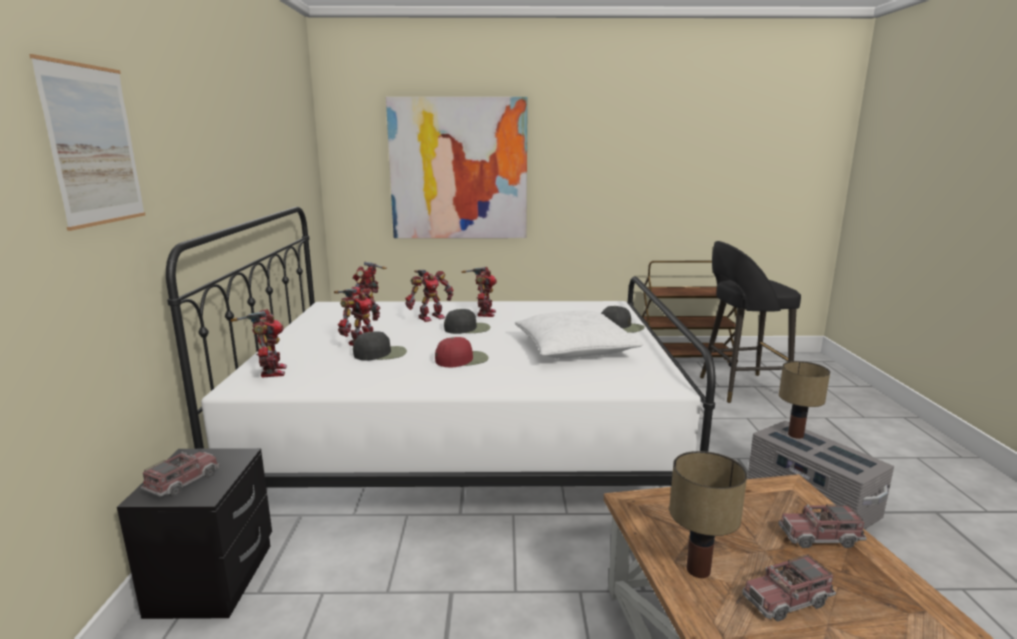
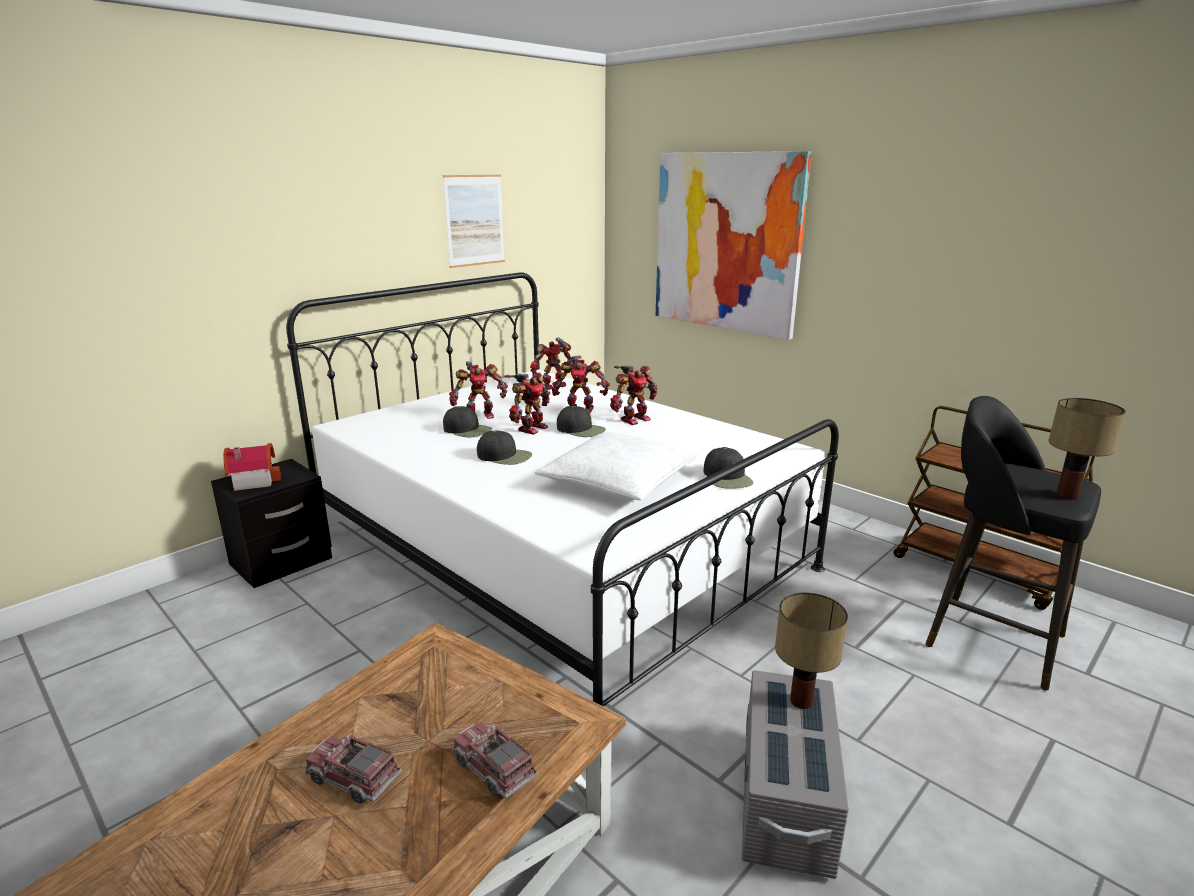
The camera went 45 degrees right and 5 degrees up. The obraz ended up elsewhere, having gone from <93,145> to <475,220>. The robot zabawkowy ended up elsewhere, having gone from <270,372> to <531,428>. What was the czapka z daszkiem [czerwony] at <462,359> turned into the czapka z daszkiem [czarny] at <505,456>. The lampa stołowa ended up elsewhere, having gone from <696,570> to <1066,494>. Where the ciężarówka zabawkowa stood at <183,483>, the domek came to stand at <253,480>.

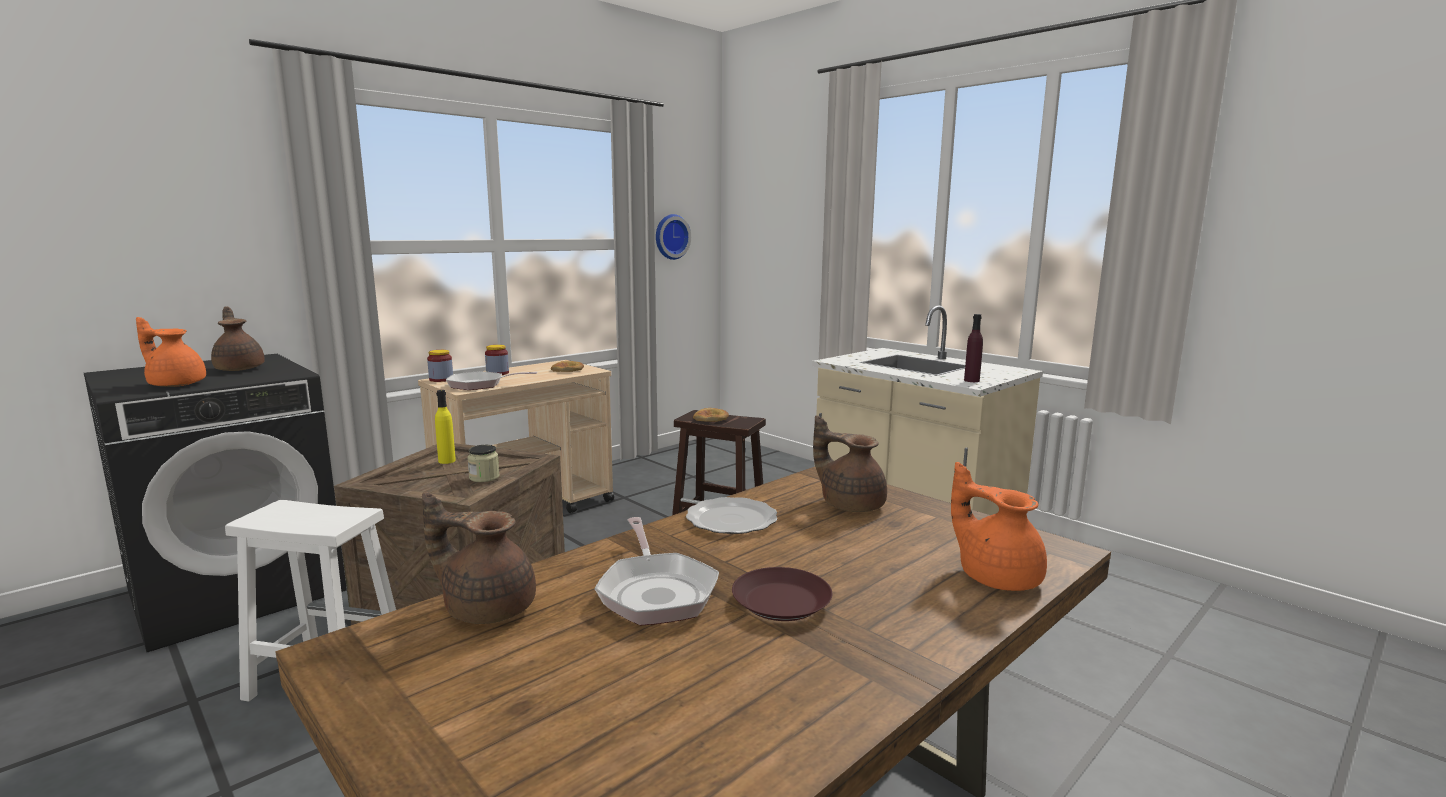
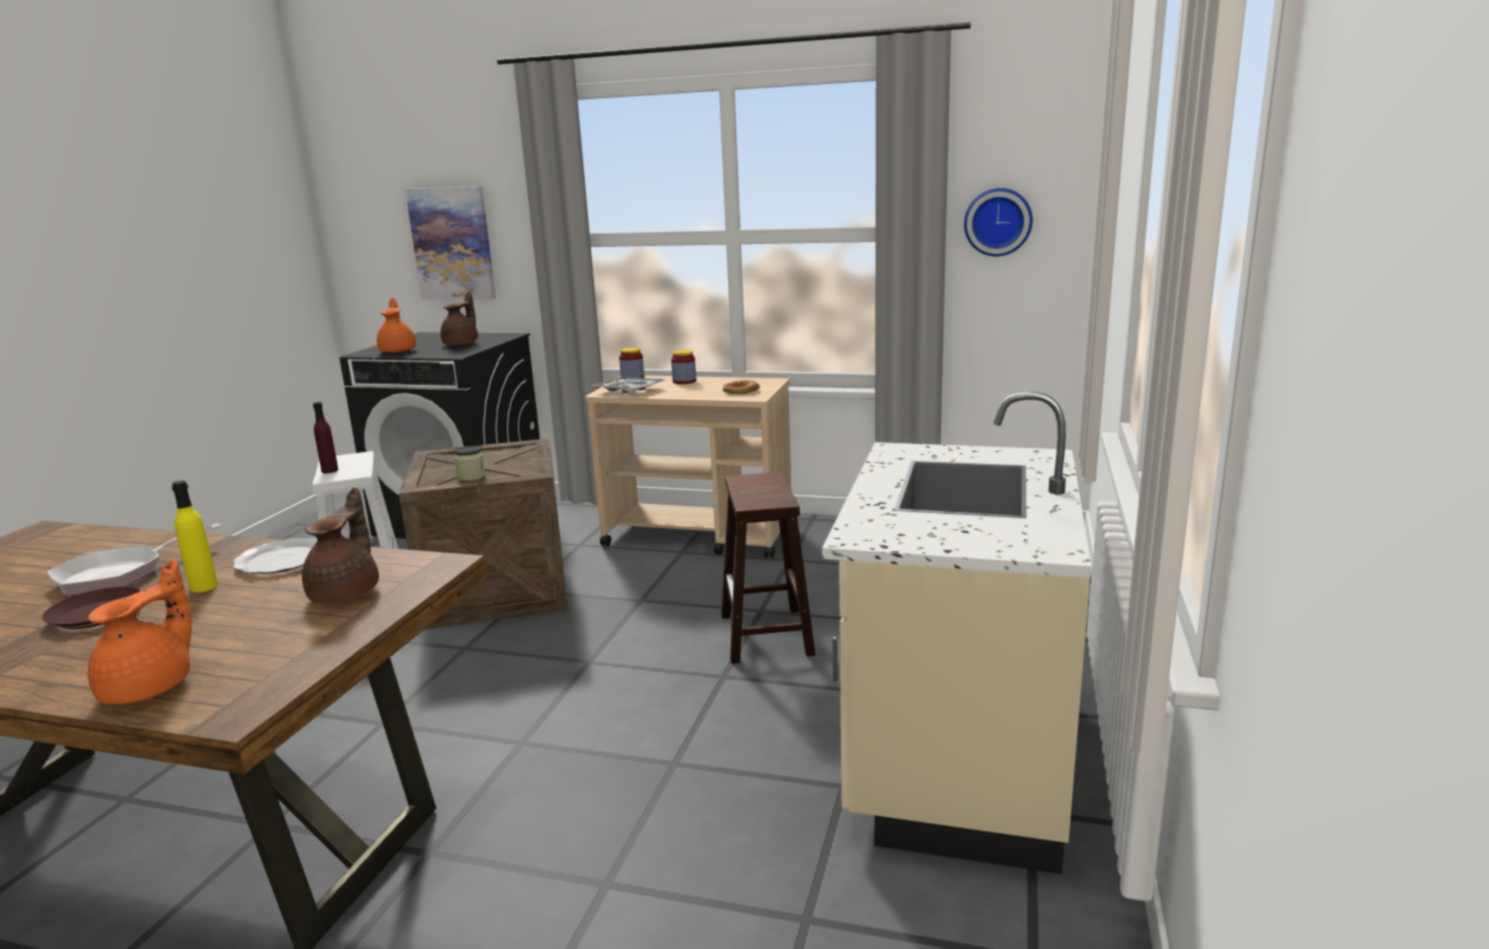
The camera went 60 degrees right and 5 degrees up. The butelka [fioletowy] ended up elsewhere, having gone from <971,380> to <330,470>. Where the patelnia stood at <480,385>, the taca came to stand at <630,391>. The butelka [żółty] ended up elsewhere, having gone from <447,461> to <204,587>. The second view lost the chleb at <711,418>. The second view lost the imbryk [brązowy] at <487,607>. The second view gained the obraz at <452,244>.

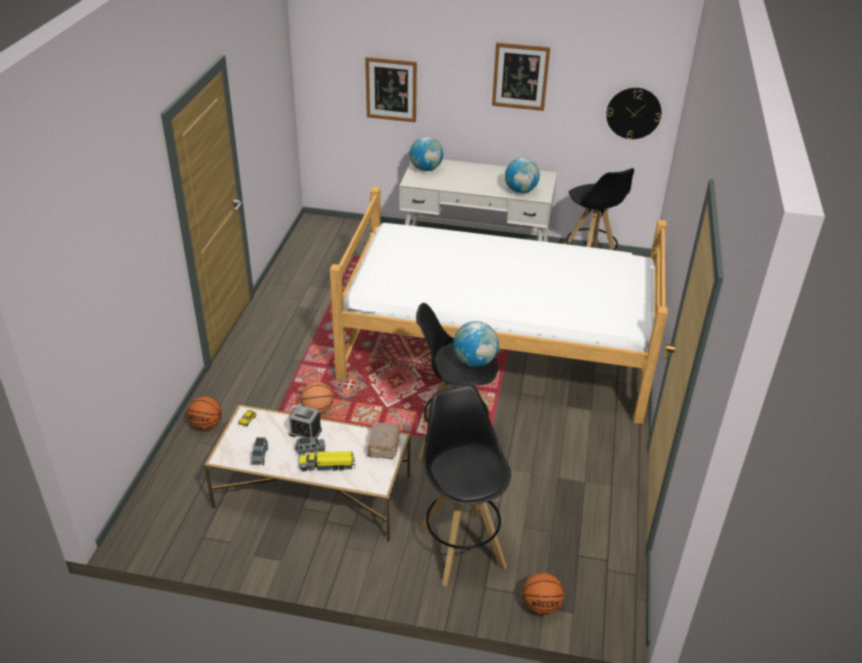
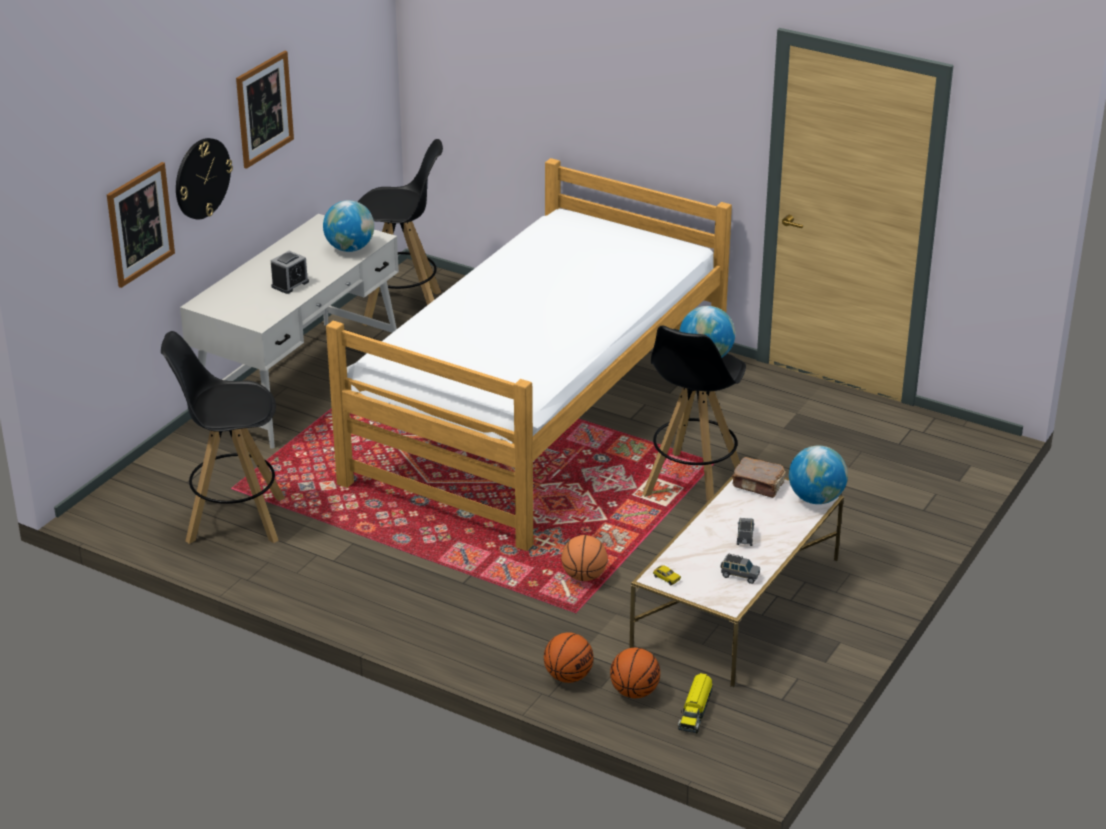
The camera went 70 degrees left and 5 degrees down. The zegar ścienny ended up elsewhere, having gone from <633,113> to <202,178>. The globus ended up elsewhere, having gone from <426,169> to <816,499>. The stołek [czarny] ended up elsewhere, having gone from <461,546> to <234,519>. The budzik ended up elsewhere, having gone from <305,432> to <290,284>. The ciężarówka zabawkowa ended up elsewhere, having gone from <328,465> to <695,710>. The piłka do koszykówki ended up elsewhere, having gone from <541,606> to <634,692>.

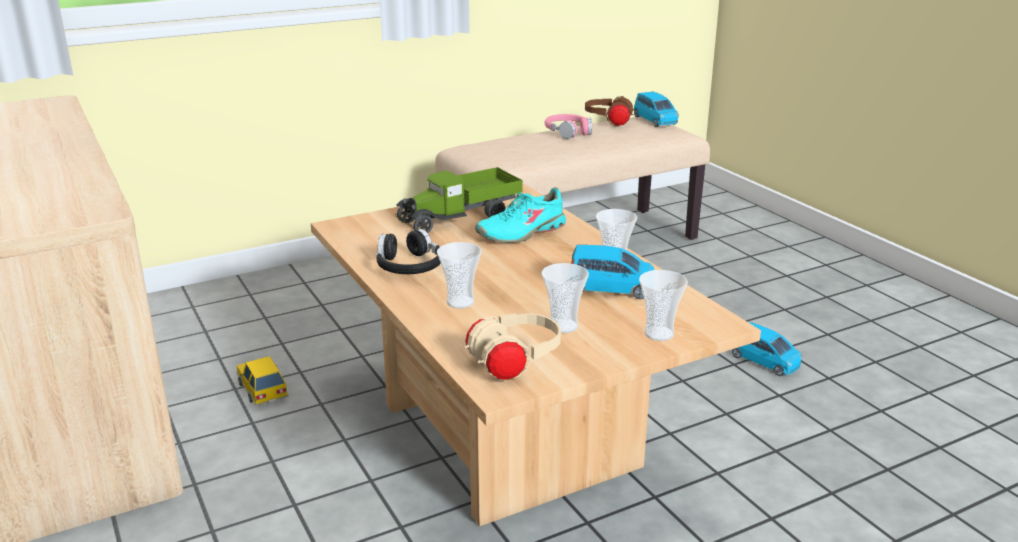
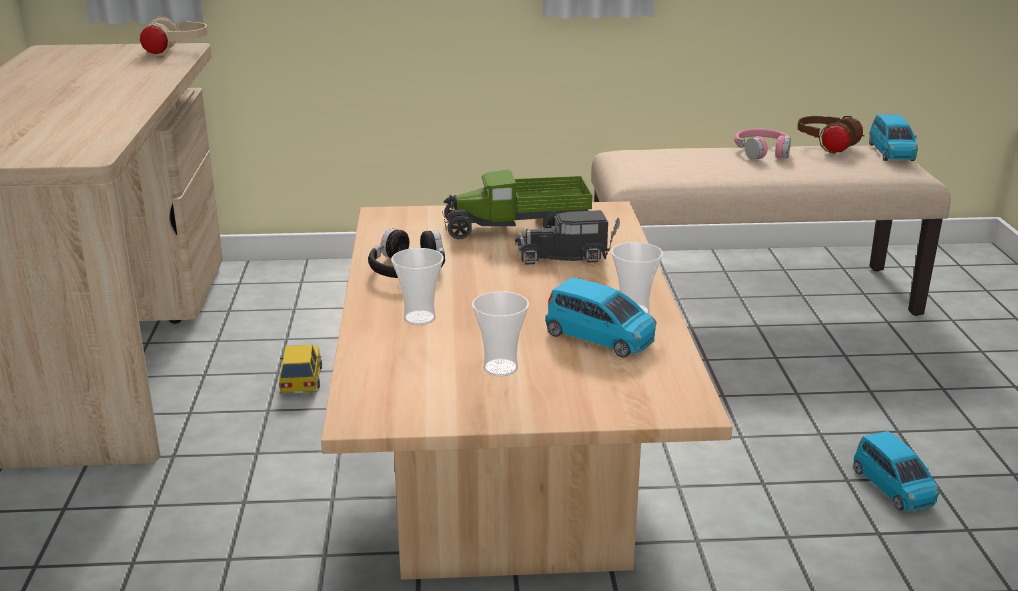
The camera went 25 degrees right and 0 degrees up. Where the but [turkusowy] stood at <521,232>, the ciężarówka zabawkowa came to stand at <566,256>. The second view lost the filiżanka at <659,334>. The słuchawki [beżowy] ended up elsewhere, having gone from <514,364> to <175,52>.

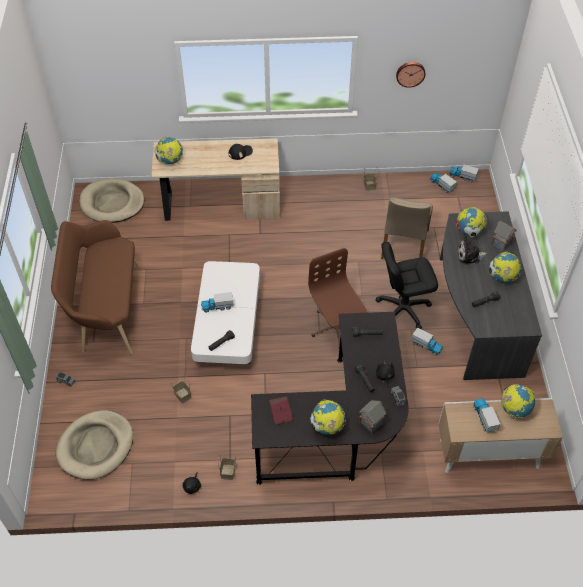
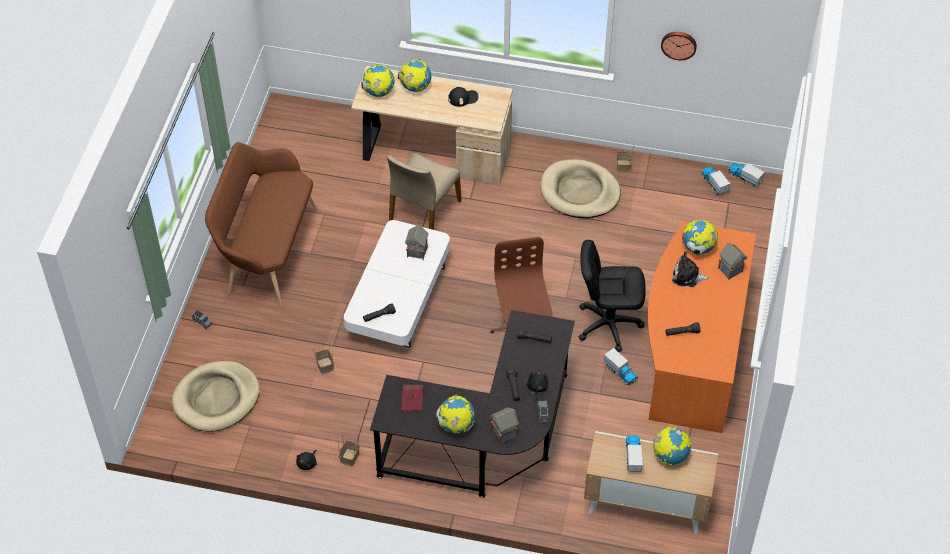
The camera went 15 degrees right and 0 degrees up. The legowisko [beżowy] ended up elsewhere, having gone from <112,203> to <579,192>. The krzesło [beżowy] ended up elsewhere, having gone from <404,244> to <423,212>. What was the biurko [szary] at <475,315> turned into the biurko [pomarańczowy] at <692,350>. The globus ended up elsewhere, having gone from <502,277> to <415,87>. The second view lost the ciężarówka zabawkowa at <217,306>. The second view gained the domek at <417,251>.

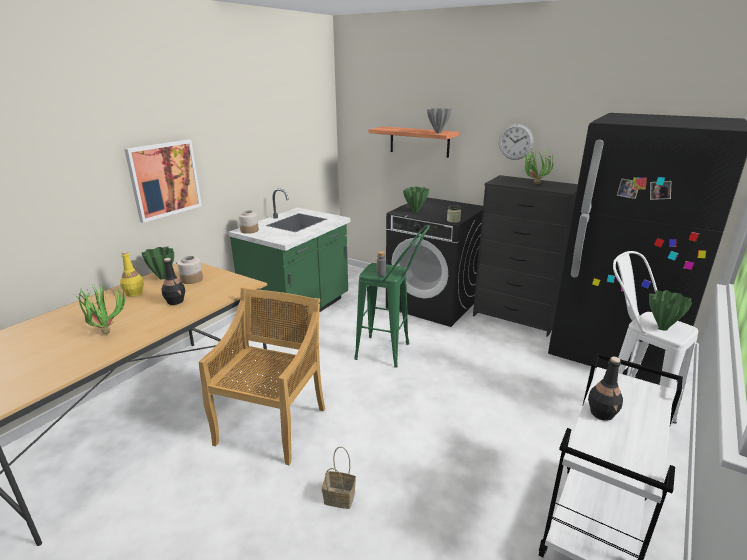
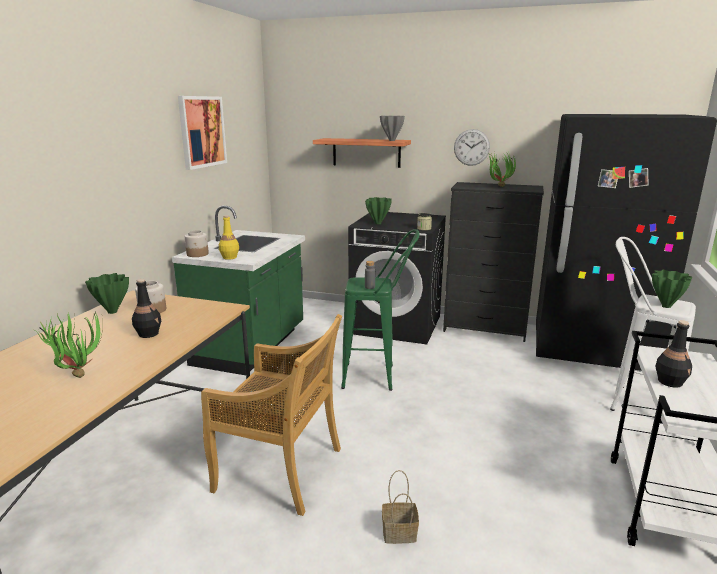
The camera went 15 degrees left and 5 degrees down. The obraz ended up elsewhere, having gone from <164,179> to <202,131>. The butelka [żółty] ended up elsewhere, having gone from <134,293> to <229,257>. The krzesło [beżowy] at <272,424> ended up facing another way, 105 degrees clockwise from before.

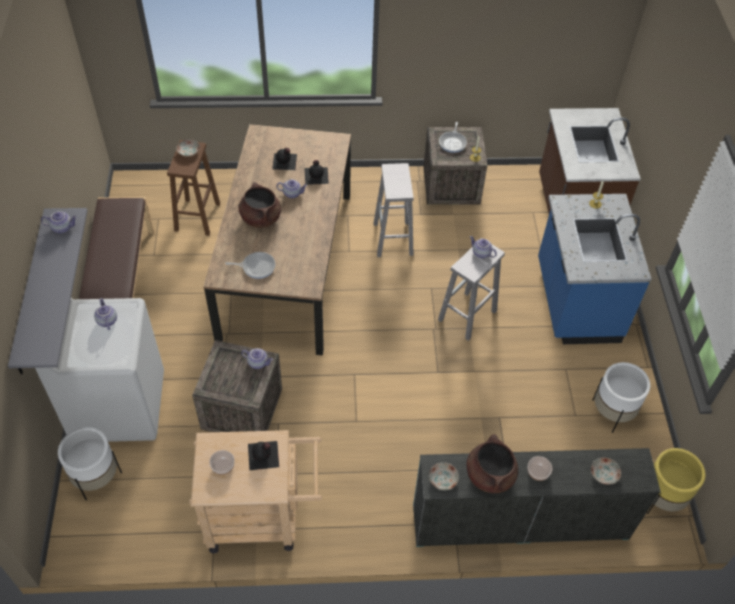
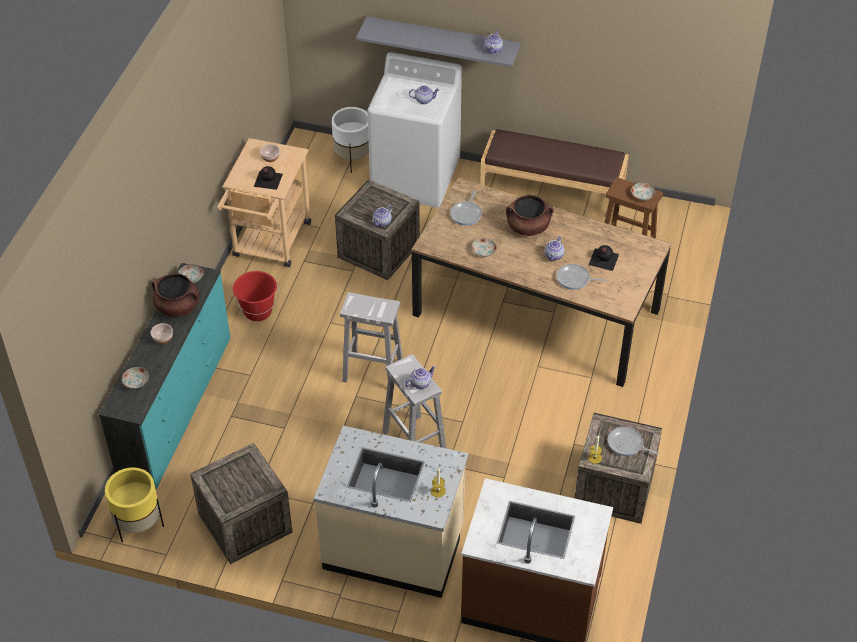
The camera went 110 degrees right and 5 degrees down. Where the butelka [czarny] stood at <316,175>, the patelnia came to stand at <575,279>. The stołek [biały] ended up elsewhere, having gone from <393,239> to <371,371>. What was the zabudowa kuchenna [niebieski] at <575,302> turned into the zabudowa kuchenna [beżowy] at <394,547>. Where the donica [biały] stood at <612,412>, the skrzynka came to stand at <245,523>. The second view gained the talerz at <483,251>. The second view gained the wiadro [czerwony] at <257,311>.

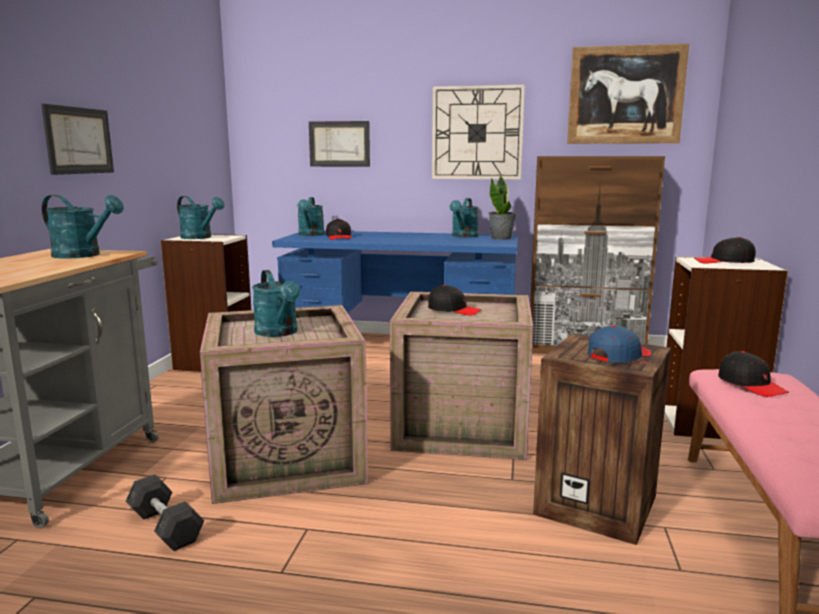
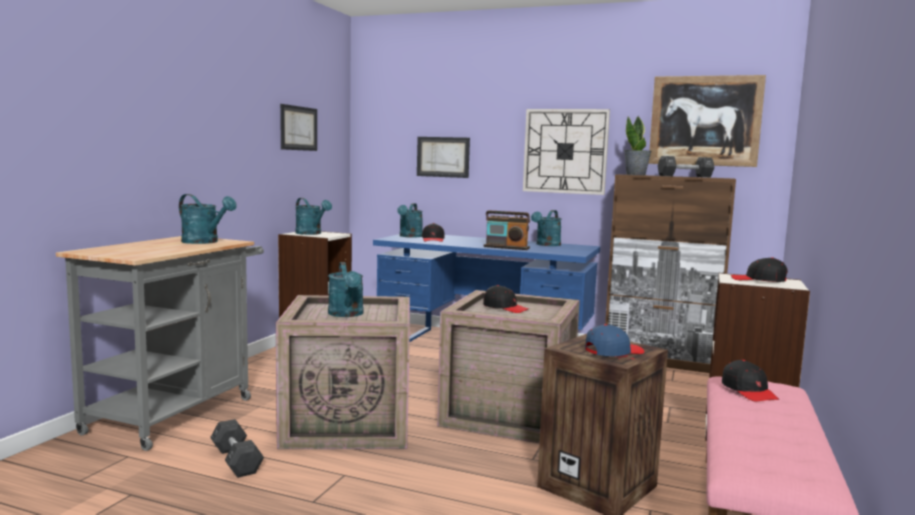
The camera went 10 degrees right and 5 degrees down. The obraz ended up elsewhere, having gone from <79,140> to <298,128>. The roślina doniczkowa ended up elsewhere, having gone from <501,238> to <636,174>. The second view gained the hantel [czarny] at <684,176>. The second view gained the radio at <506,247>.

